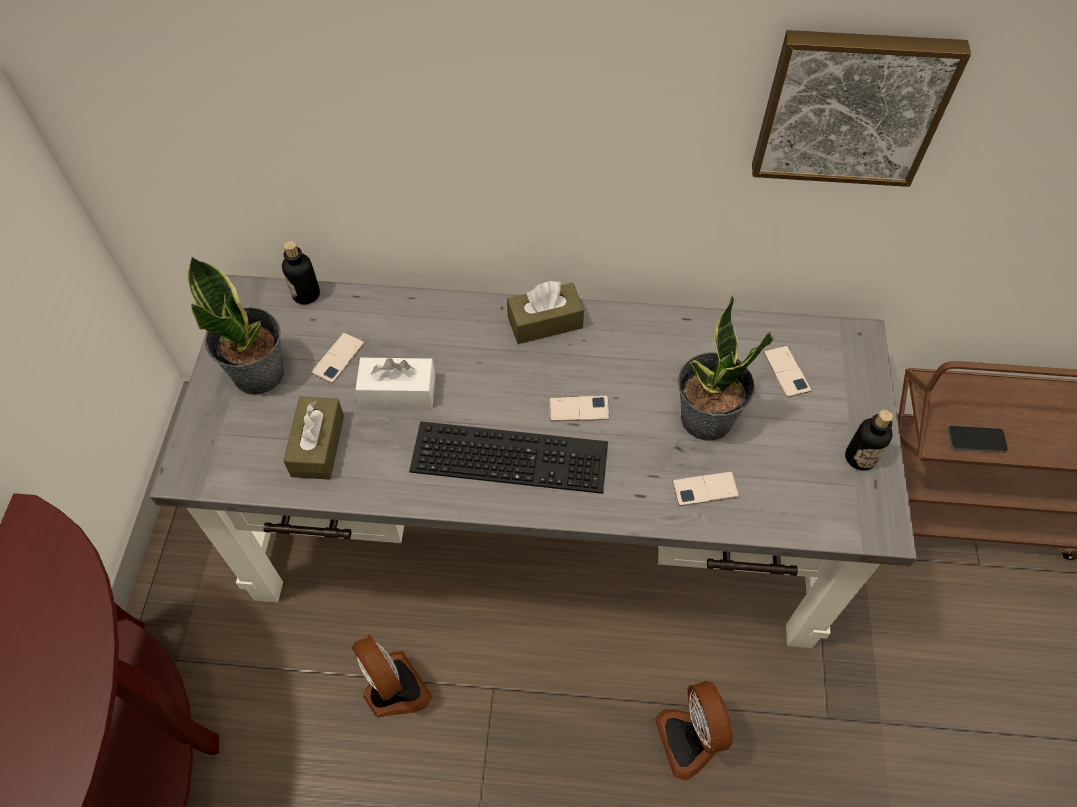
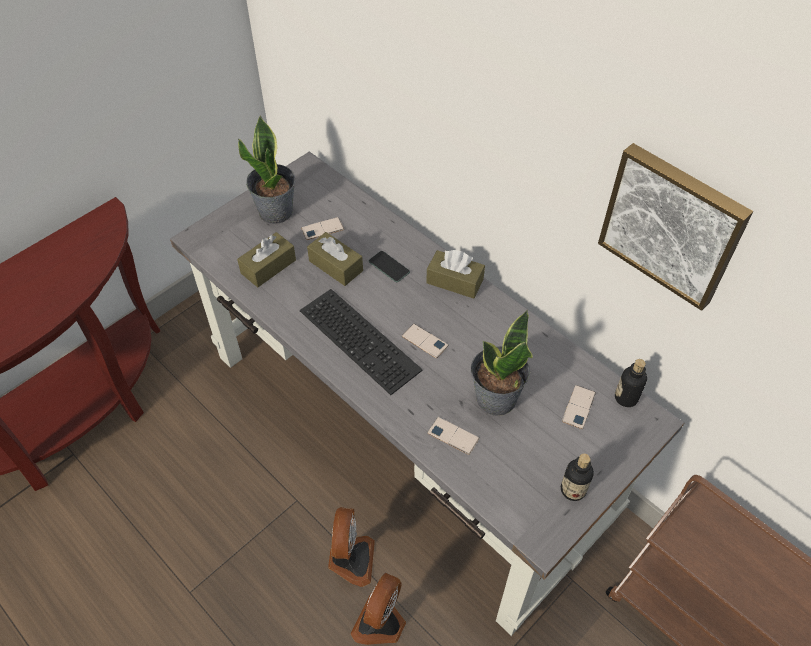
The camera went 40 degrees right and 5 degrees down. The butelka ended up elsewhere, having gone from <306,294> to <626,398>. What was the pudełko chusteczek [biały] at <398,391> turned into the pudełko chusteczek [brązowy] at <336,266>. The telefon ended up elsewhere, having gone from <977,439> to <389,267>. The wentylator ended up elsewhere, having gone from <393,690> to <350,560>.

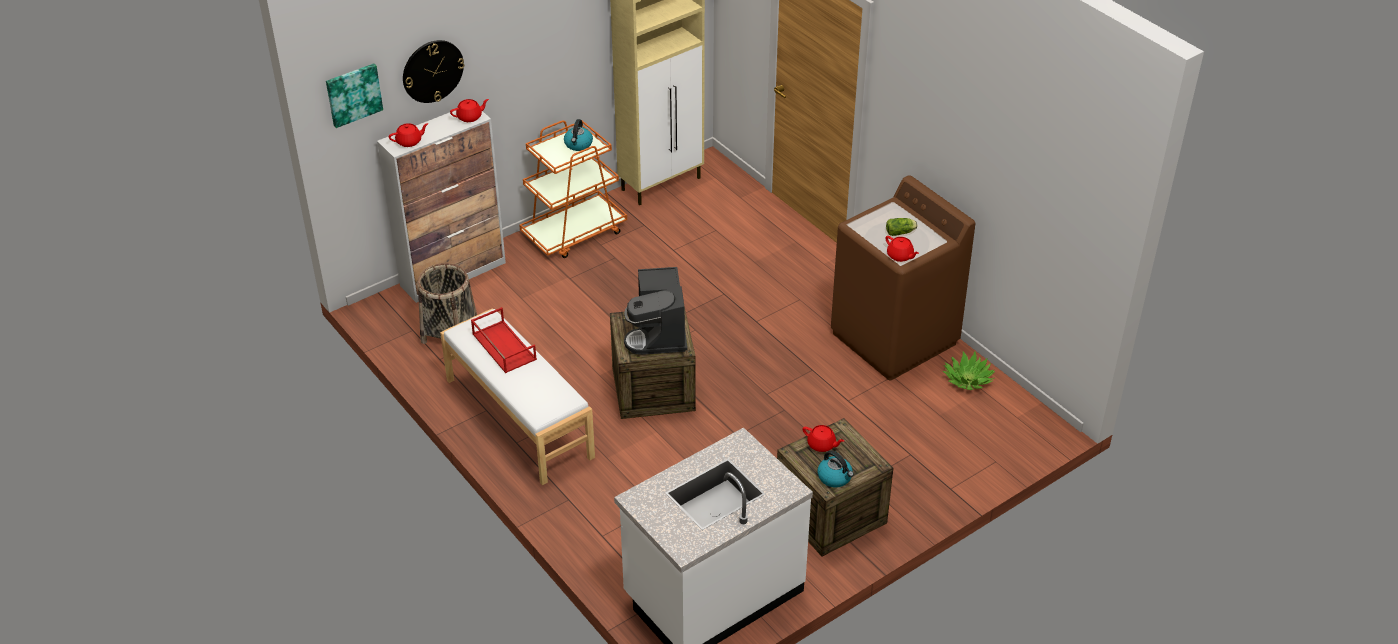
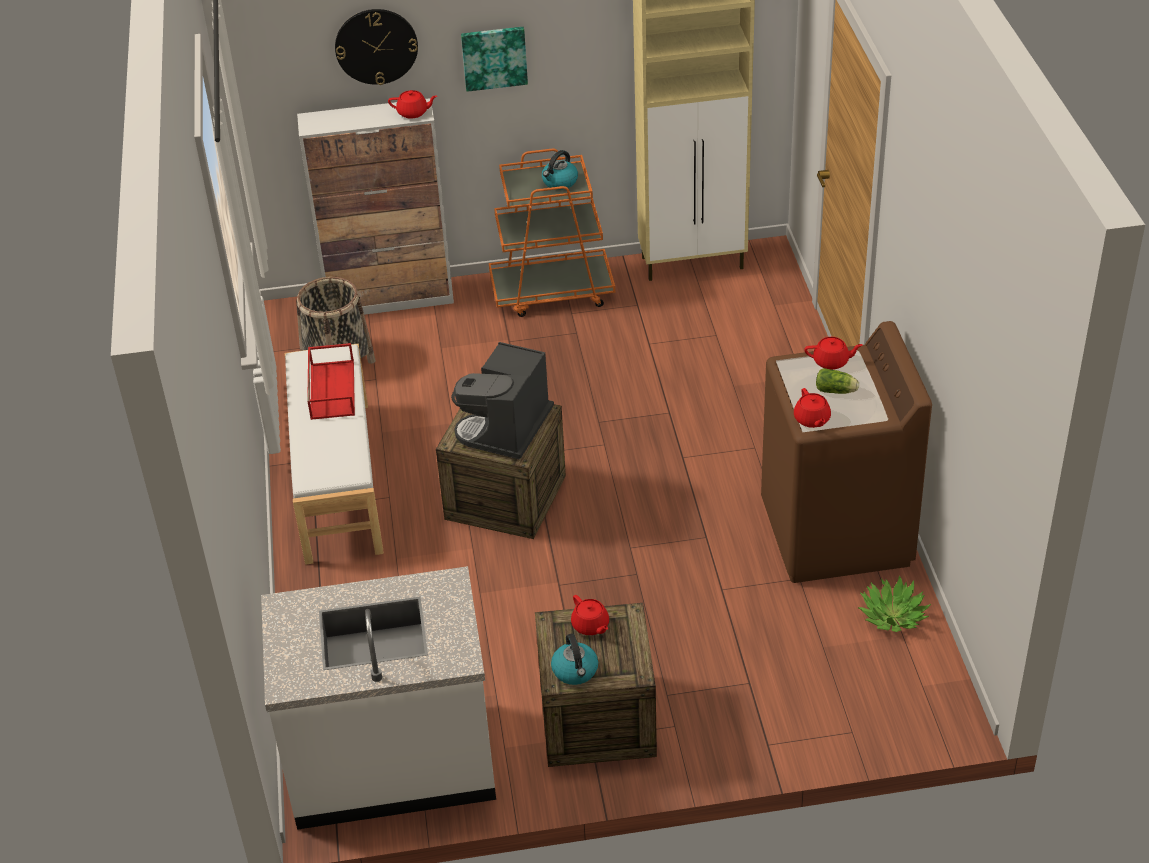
The camera went 30 degrees right and 0 degrees up. The obraz ended up elsewhere, having gone from <353,94> to <494,57>. The imbryk [czerwony] ended up elsewhere, having gone from <409,142> to <831,362>.

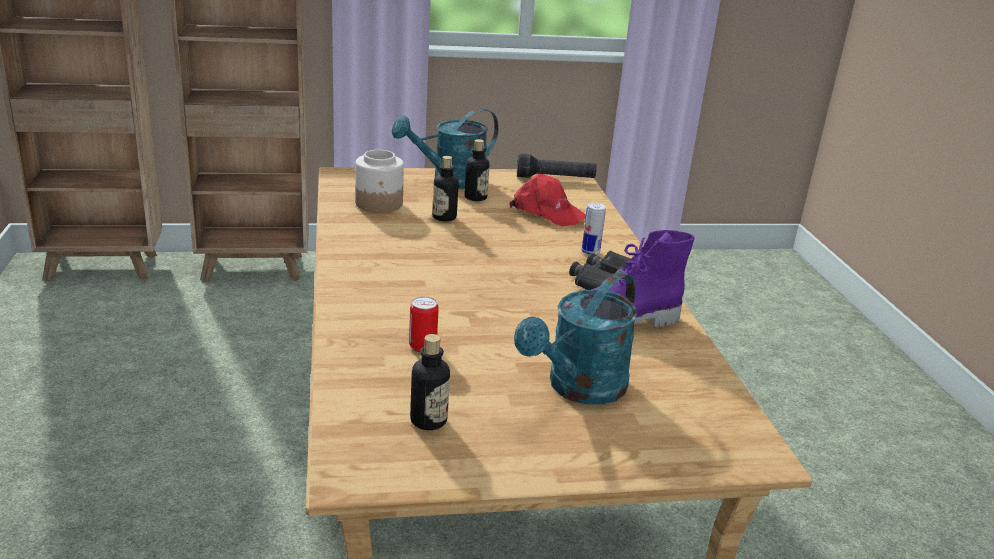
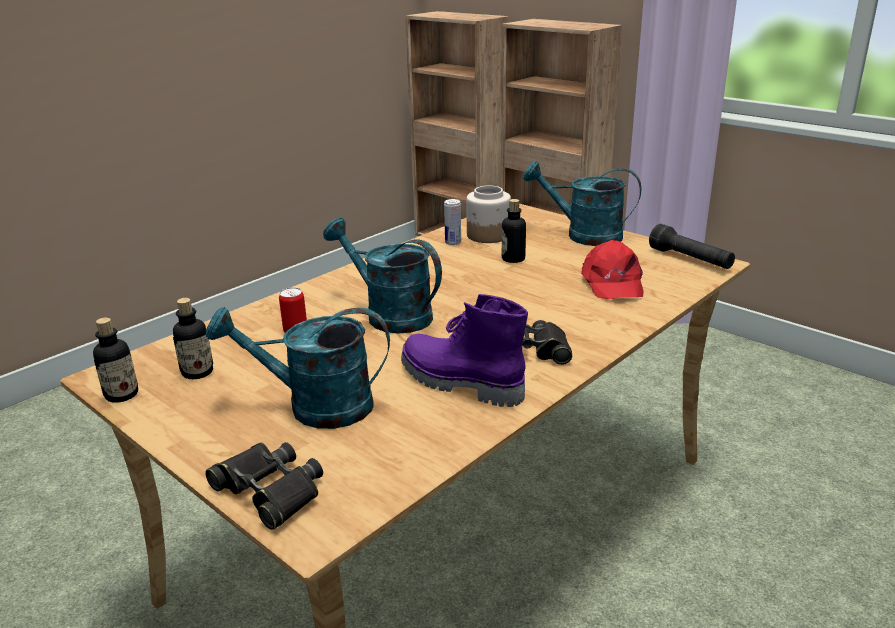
The camera went 55 degrees right and 0 degrees up. The butelka ended up elsewhere, having gone from <475,197> to <122,395>. The puszka ended up elsewhere, having gone from <590,252> to <453,242>. The second view gained the konewka [turkusowy] at <389,314>. The second view gained the lornetka [czarny] at <269,491>.

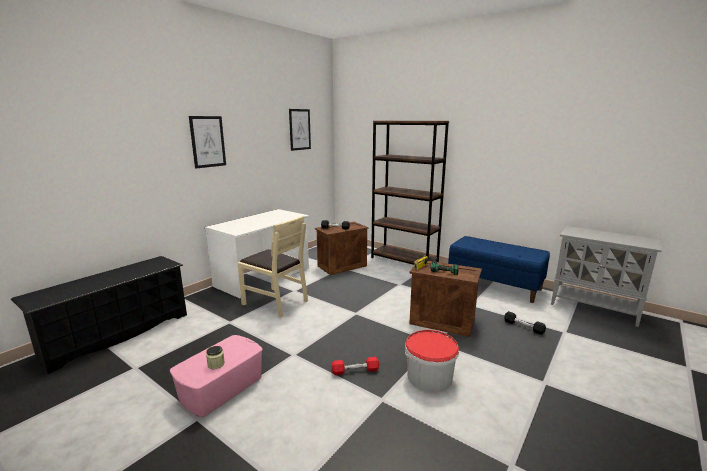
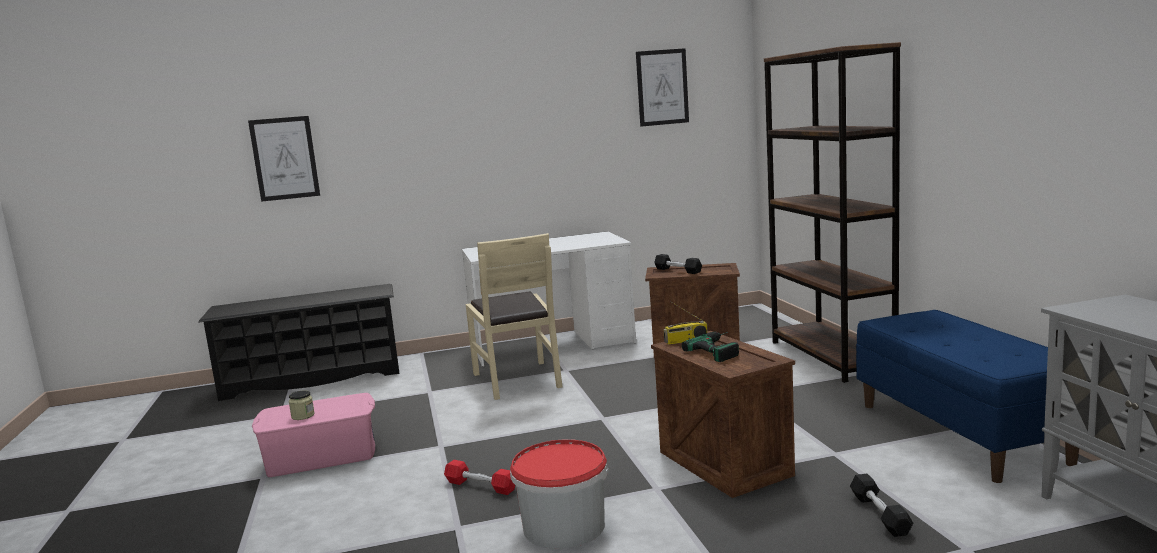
The camera went 40 degrees right and 5 degrees down. The obraz ended up elsewhere, having gone from <208,141> to <285,158>.

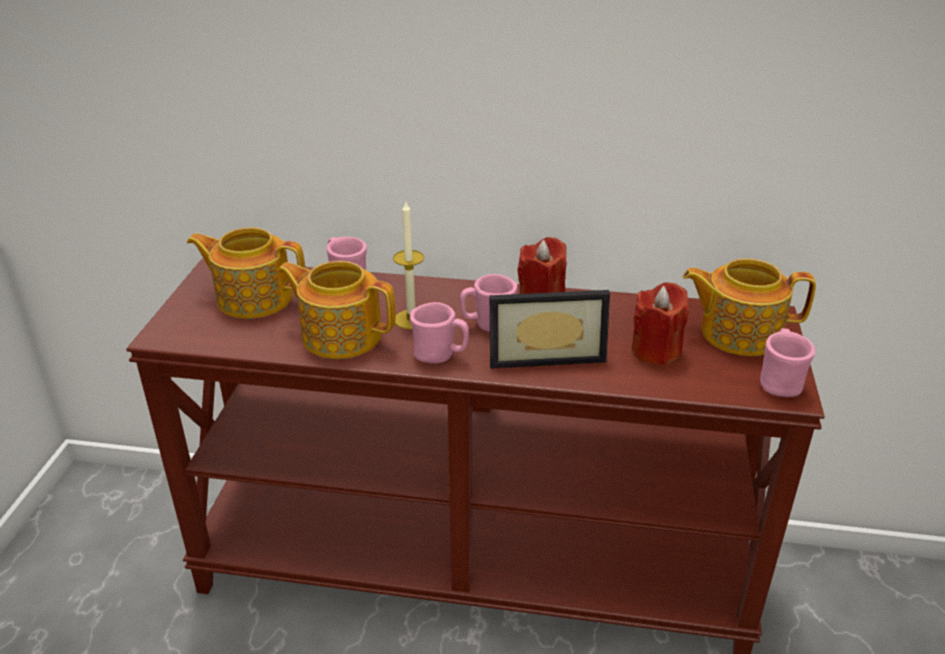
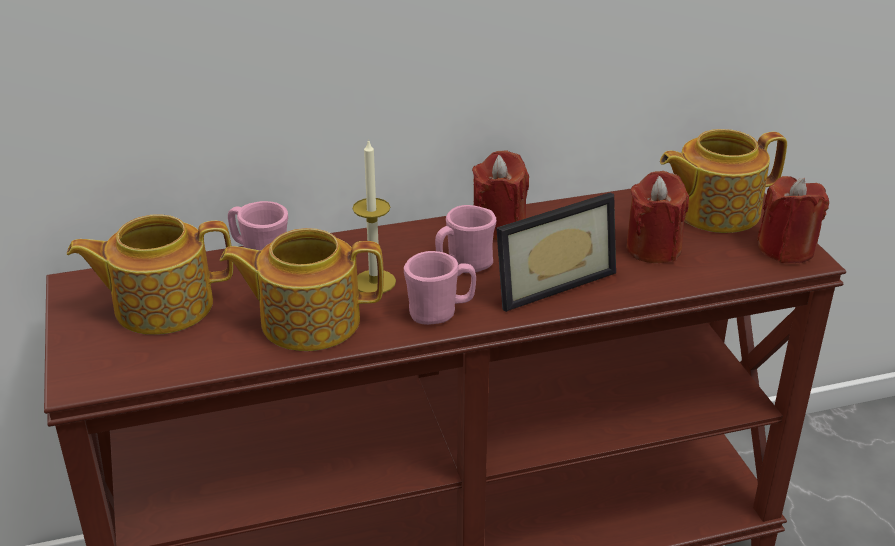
The camera went 25 degrees left and 0 degrees up. Where the kubek [różowy] stood at <779,382>, the świeca [czerwony] came to stand at <786,249>.

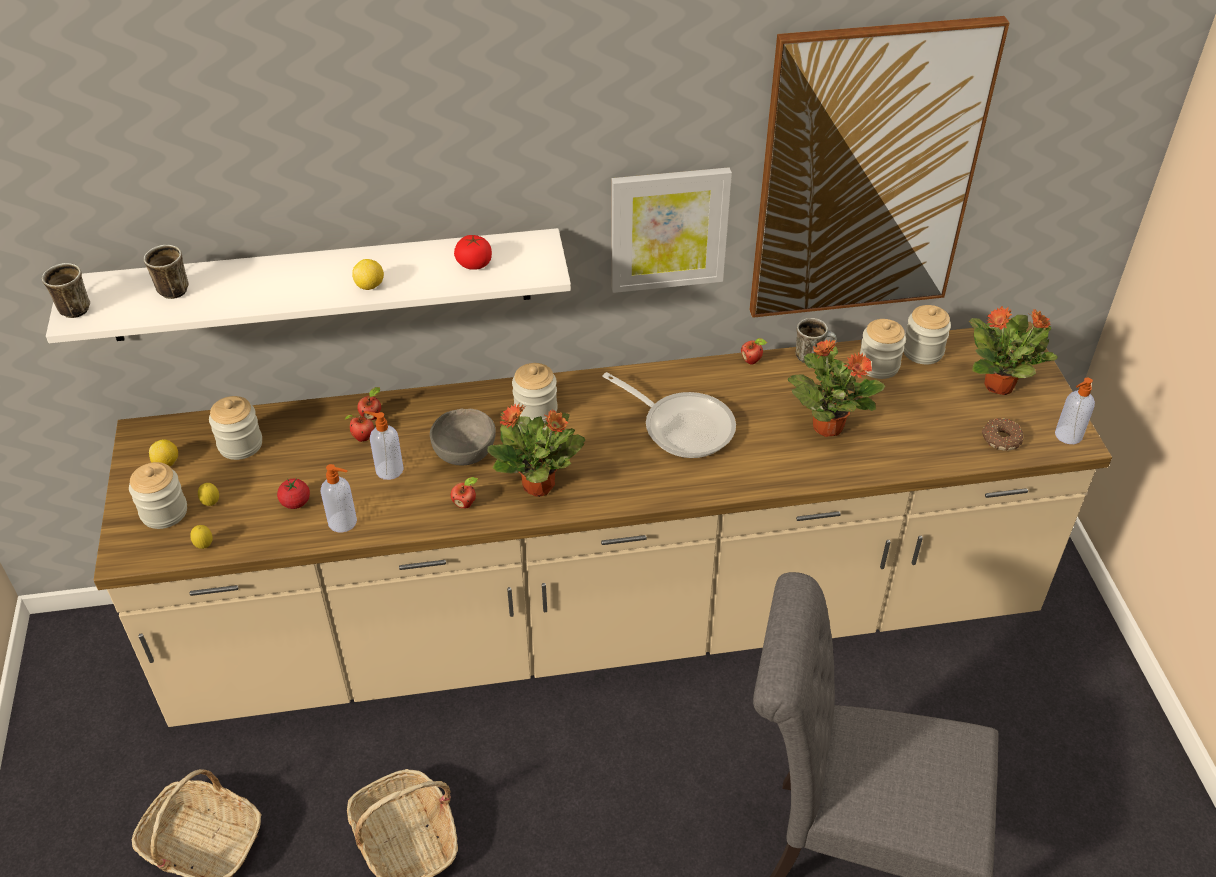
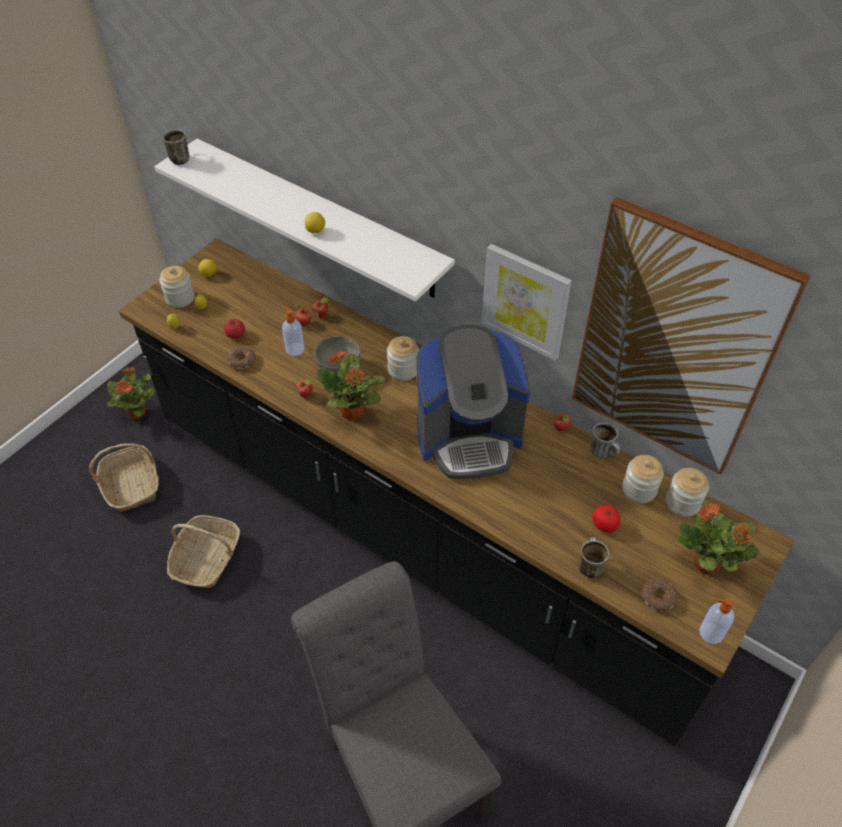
The camera went 45 degrees right and 5 degrees up. The pomidor ended up elsewhere, having gone from <474,264> to <604,524>. The kubek ended up elsewhere, having gone from <169,289> to <588,565>. What was the zabudowa kuchenna [beżowy] at <608,621> turned into the zabudowa kuchenna [czarny] at <420,532>. The roślina doniczkowa ended up elsewhere, having gone from <827,426> to <138,412>. Where the patelnia stood at <682,426>, the ekspres do kawy came to stand at <469,437>. The second view lost the słoik at <240,444>. Where the dozownik mydła stood at <343,522>, the donut came to stand at <243,361>.

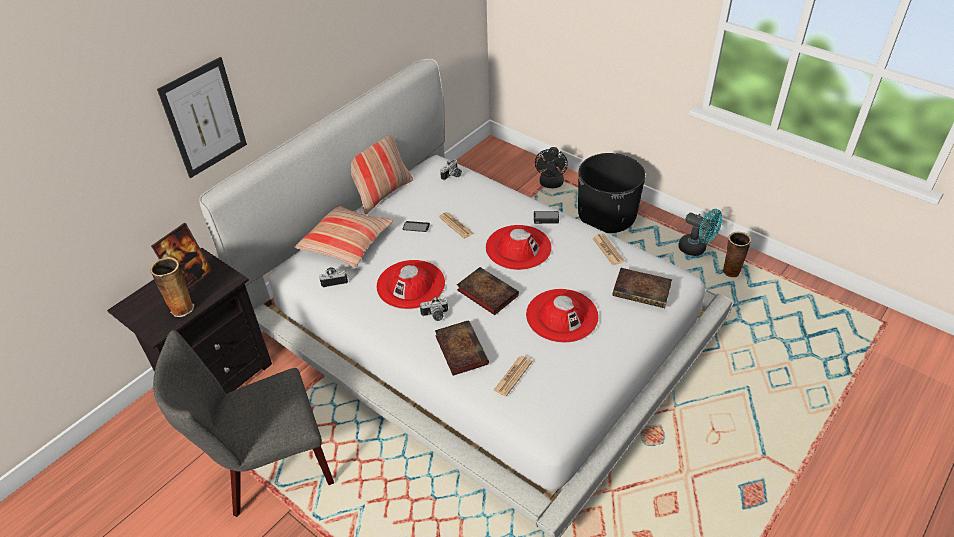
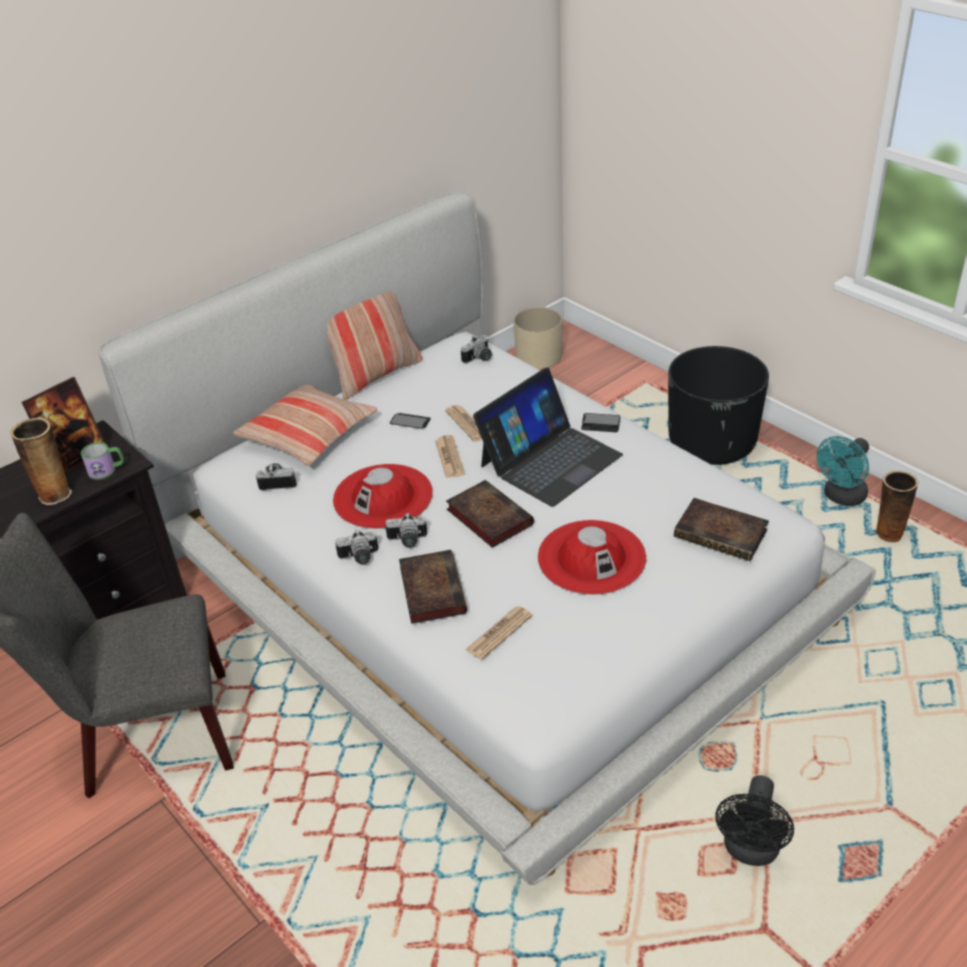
The camera went 10 degrees right and 5 degrees down. The second view lost the obraz at <204,118>. The wentylator [czarny] ended up elsewhere, having gone from <551,184> to <750,851>. The wentylator [turkusowy] at <696,249> ended up facing another way, 90 degrees clockwise from before. Where the kapelusz [czerwony] stood at <518,247>, the laptop came to stand at <549,460>. The gazeta ended up elsewhere, having gone from <608,250> to <449,457>. The second view gained the donica [beżowy] at <538,356>. The second view gained the kubek at <107,470>. The second view gained the aparat fotograficzny at <359,558>.

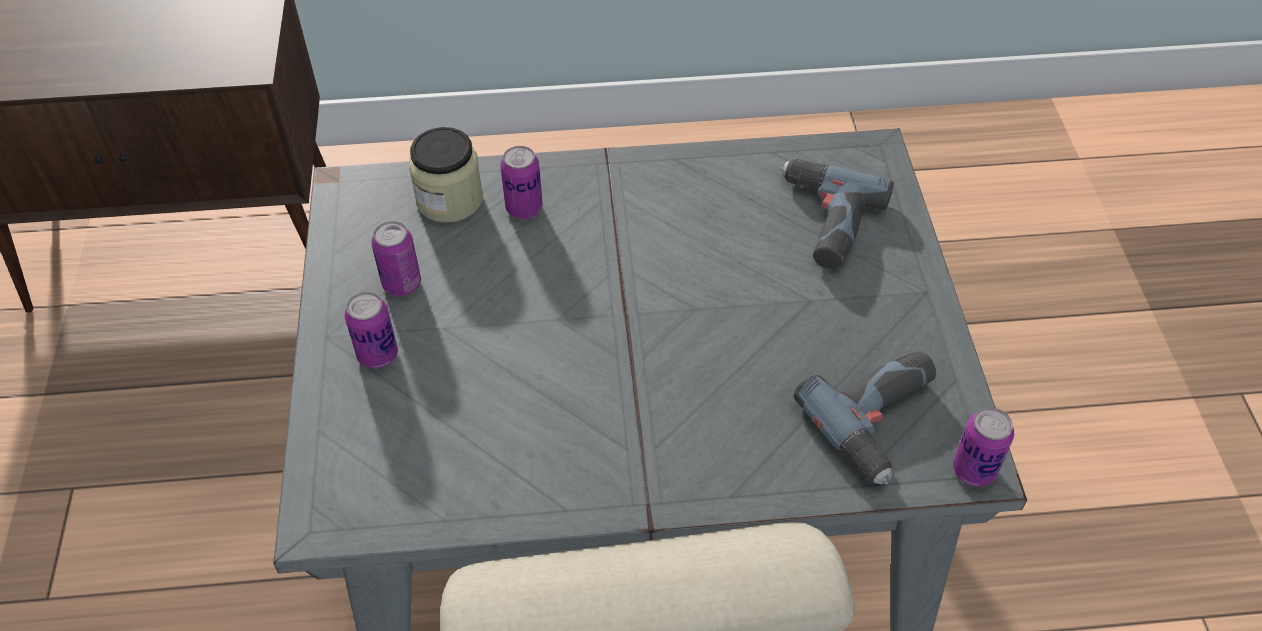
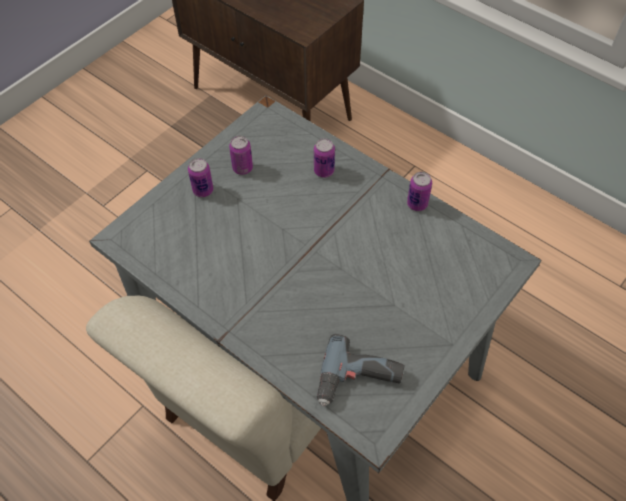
The camera went 45 degrees right and 5 degrees up. The second view lost the słoik at <449,200>. The second view lost the wiertarka at <821,222>. The puszka ended up elsewhere, having gone from <974,470> to <417,204>.

